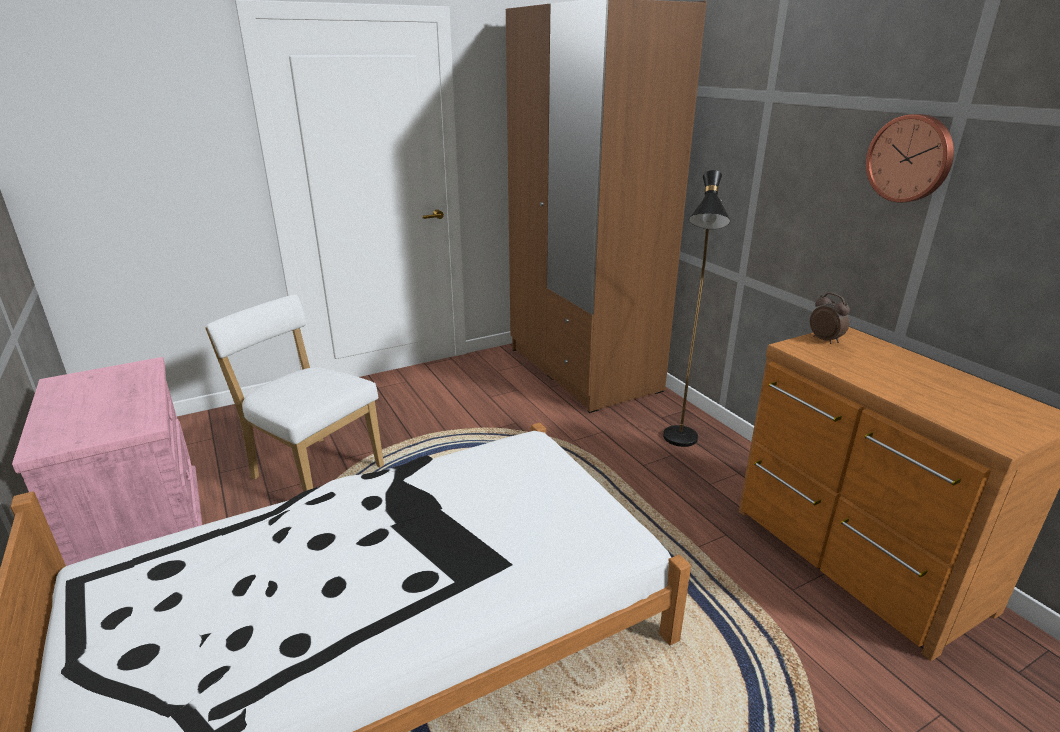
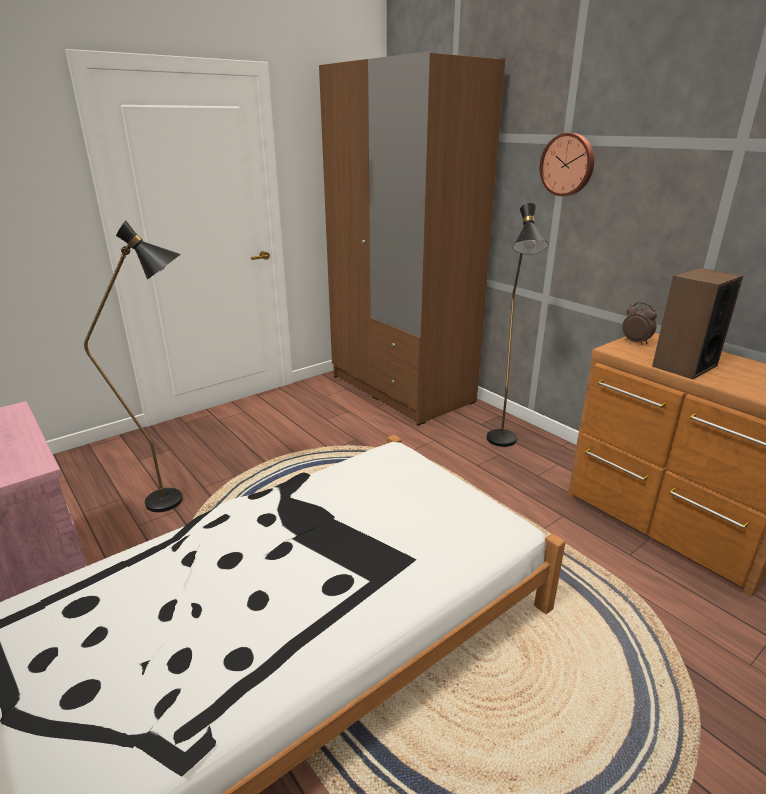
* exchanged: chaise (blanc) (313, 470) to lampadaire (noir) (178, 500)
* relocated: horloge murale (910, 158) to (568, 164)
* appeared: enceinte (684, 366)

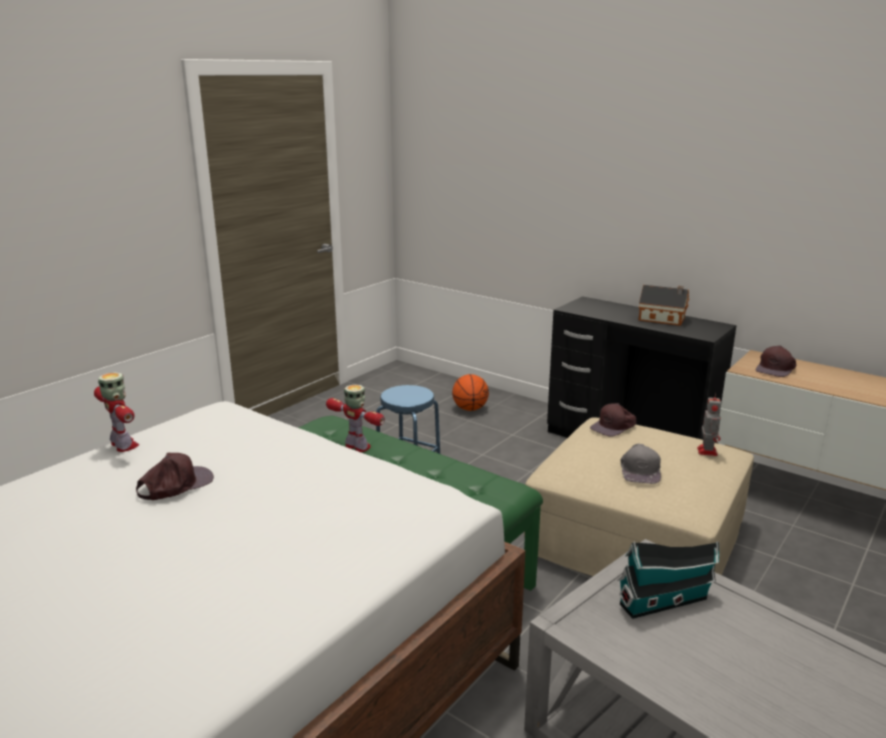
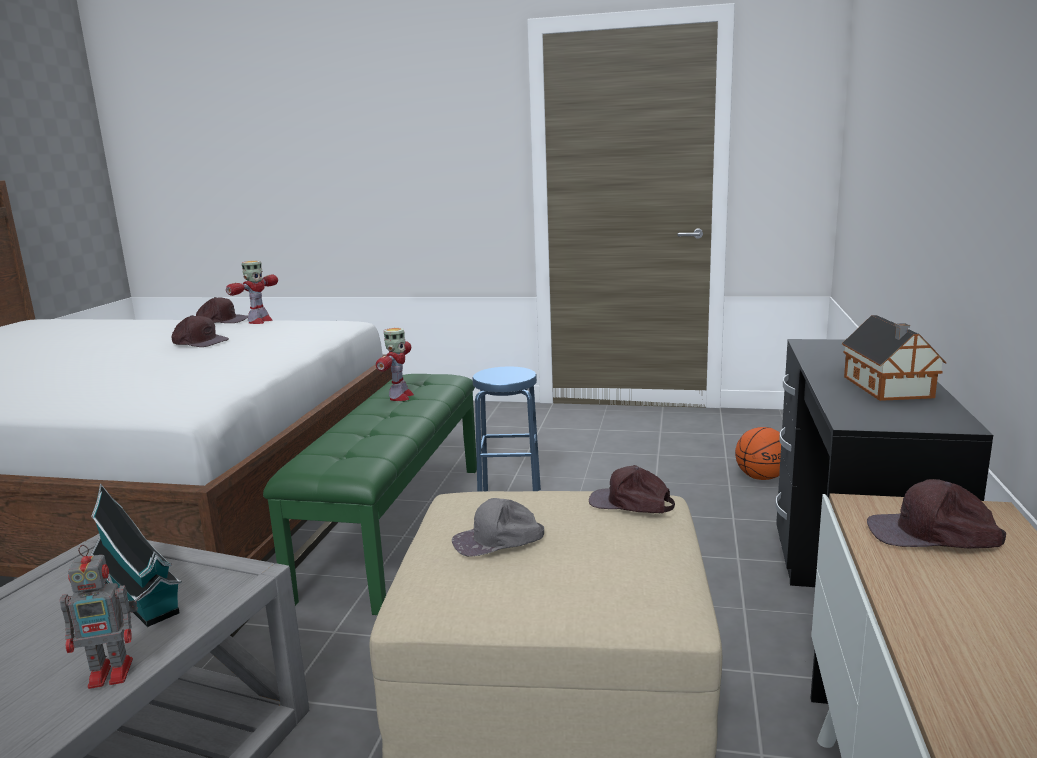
* relocated: robot jouet (707, 451) to (113, 672)
* appeared: casquette (marron) (222, 320)

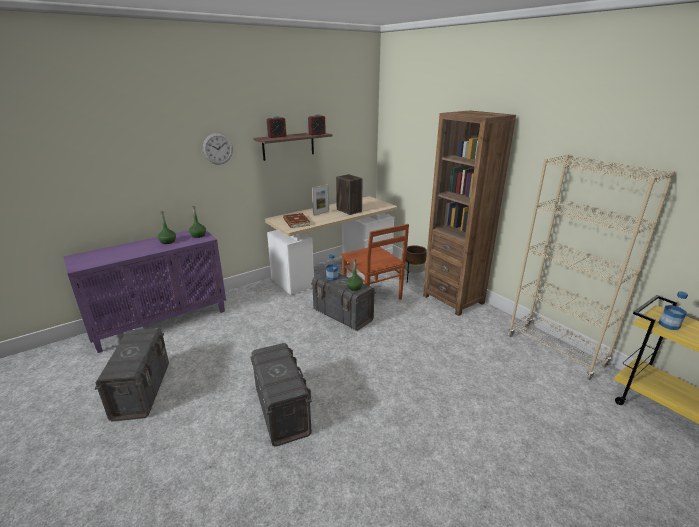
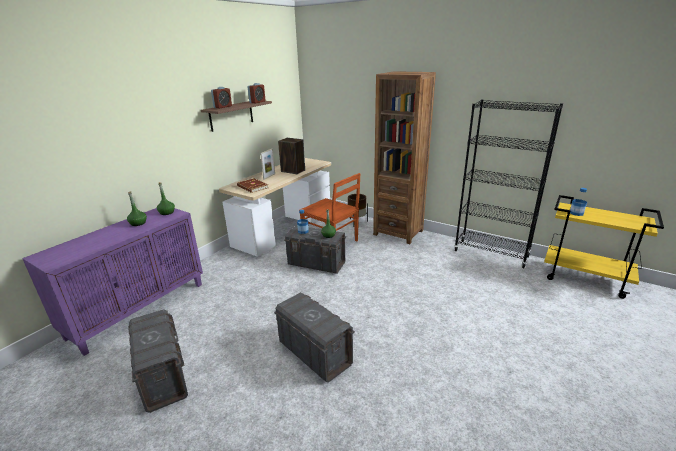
* missing: horloge murale (218, 149)
* colour: bibliothèque (beige) (555, 350) to bibliothèque (noir) (491, 254)

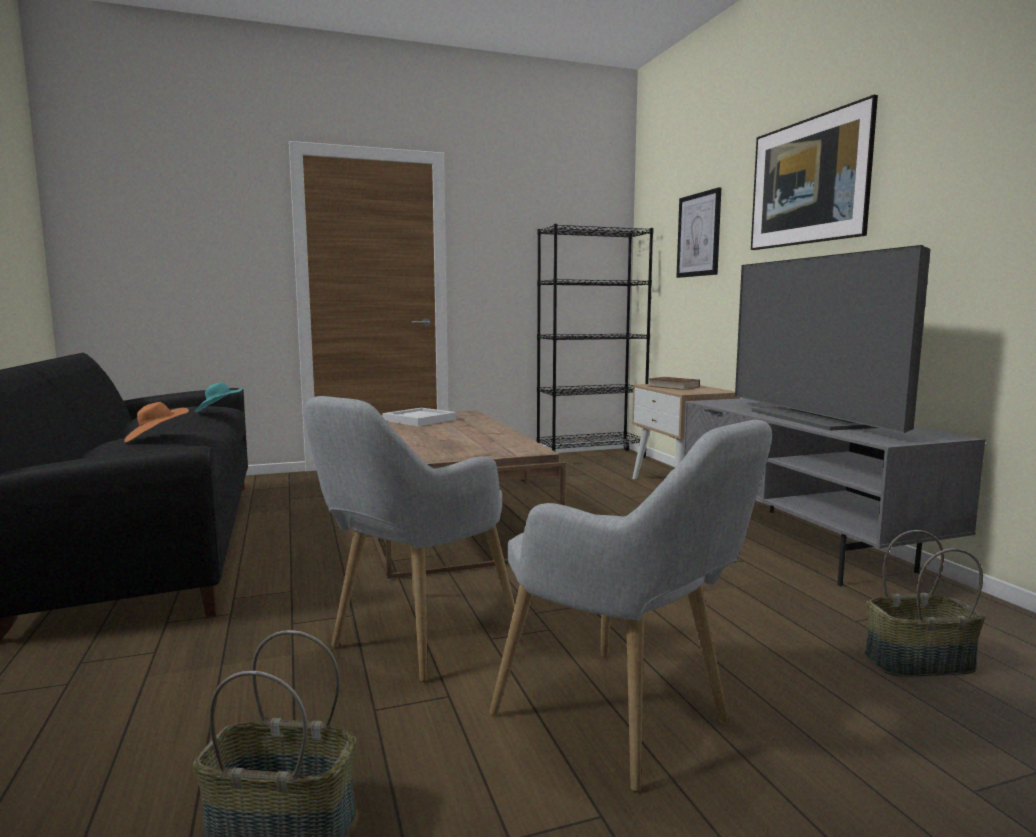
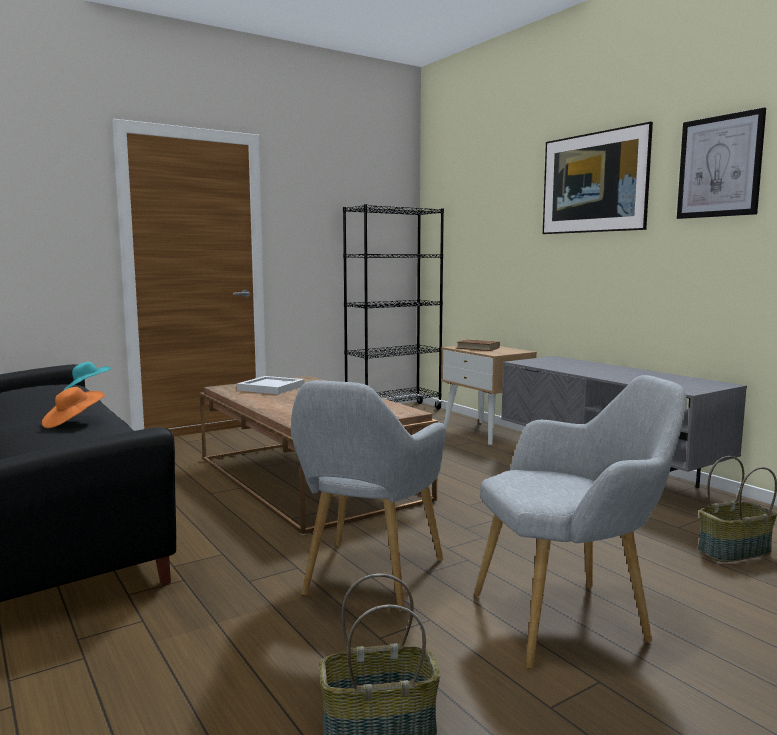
* spun: fauteuil (gris) (624, 723) = (572, 619) 45 degrees counterclockwise
* relocated: tableau (699, 235) to (719, 166)
* missing: téléviseur (813, 419)

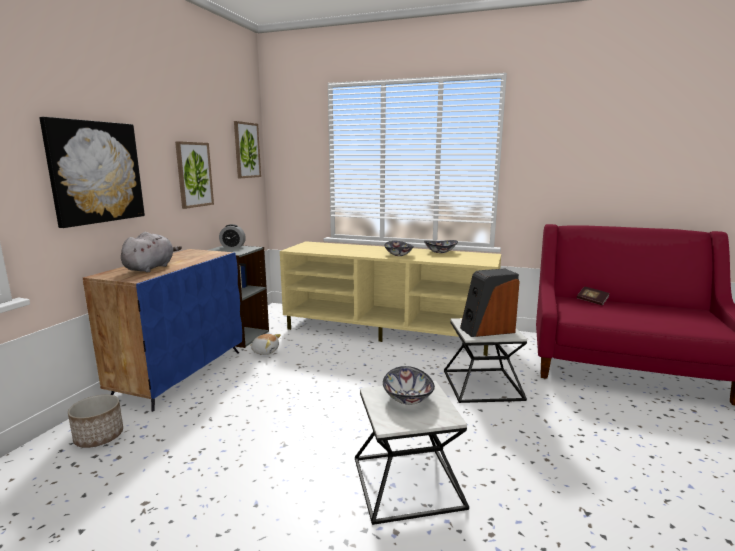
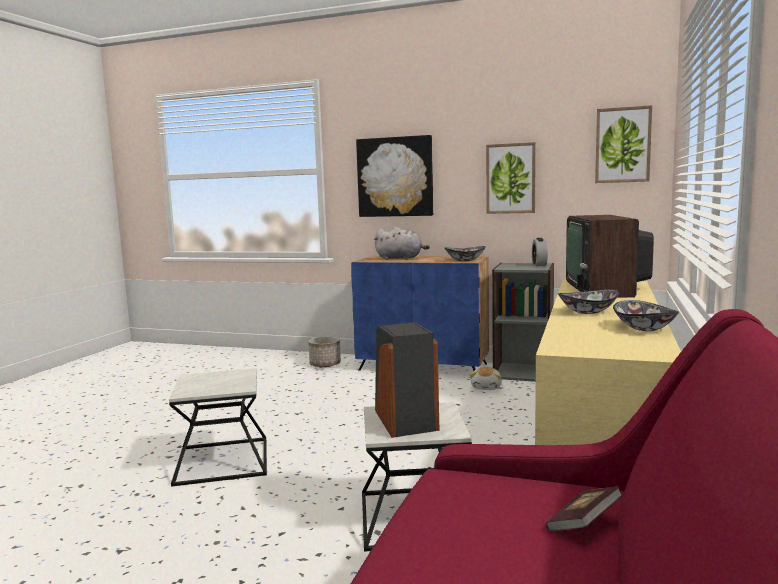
* relocated: bol (407, 398) to (465, 260)
* appeared: téléviseur (604, 288)

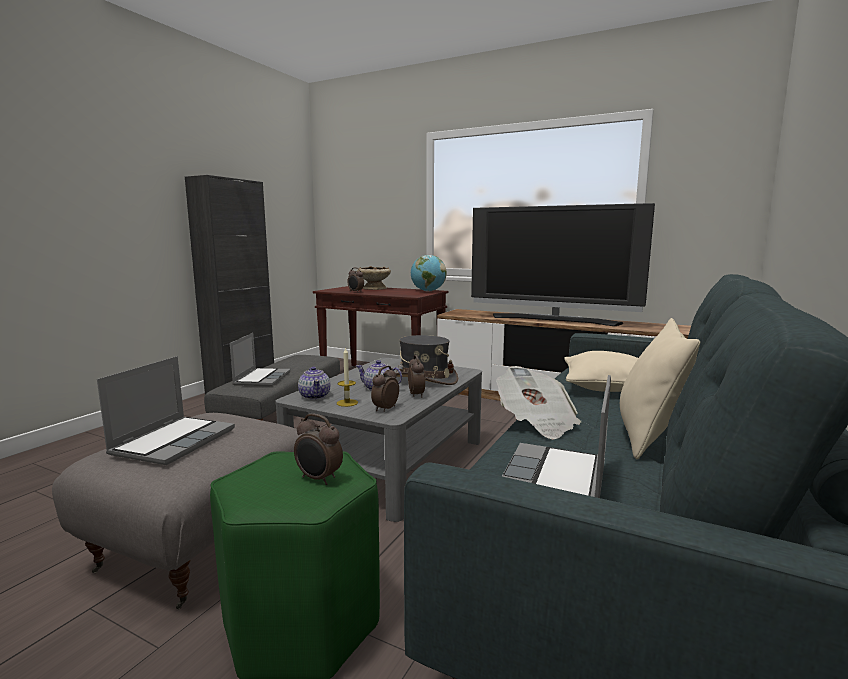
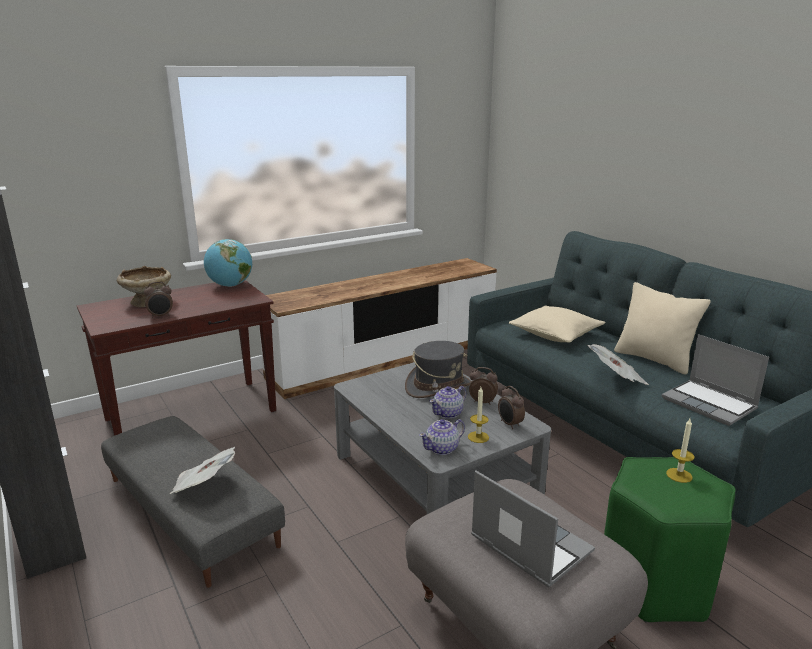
* exchanged: ordinateur portable (262, 378) to journal (204, 485)
* exchanged: réveil (318, 479) to bougie (679, 475)
* spun: théière (315, 396) = (442, 448) 135 degrees clockwise
* missing: téléviseur (554, 320)

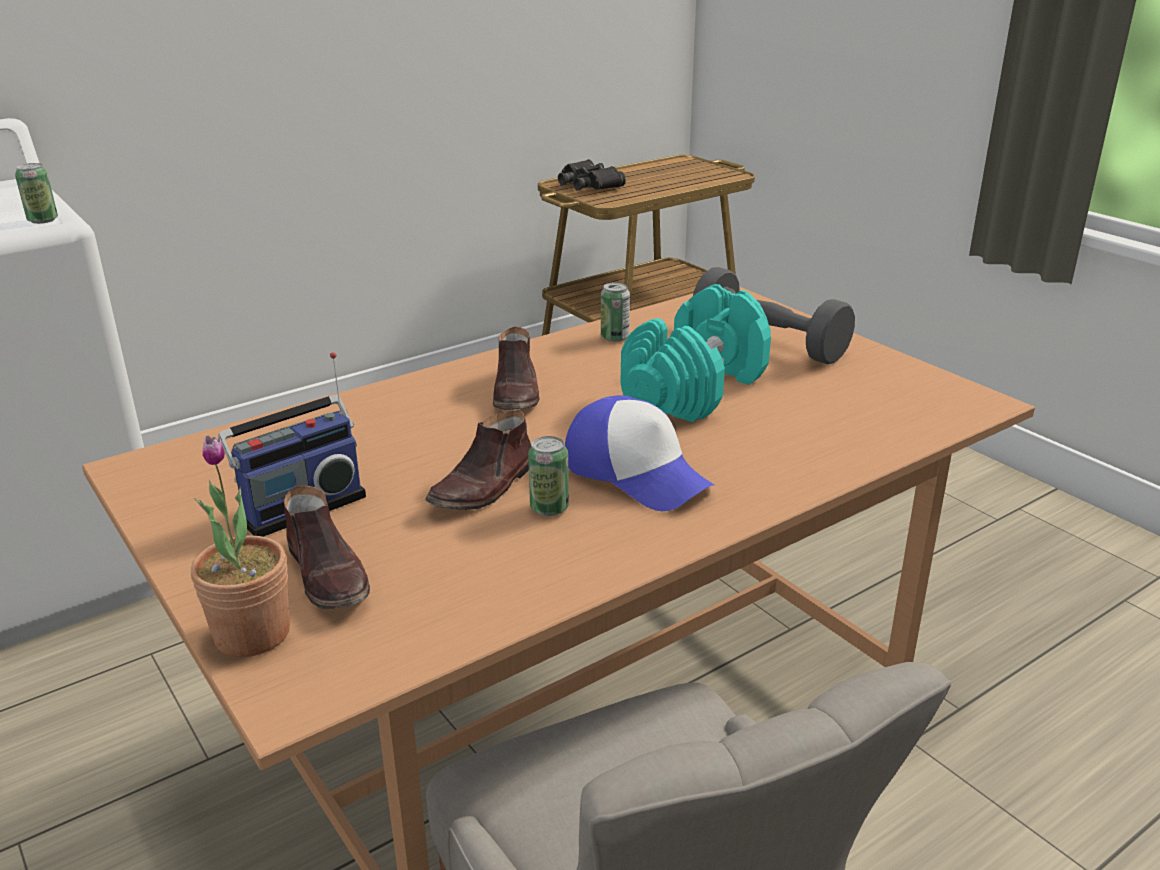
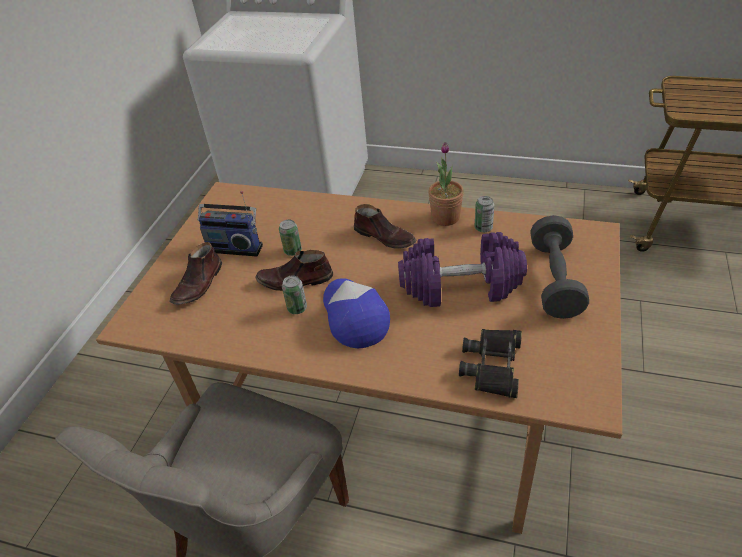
* relocated: boîte métallique (43, 220) to (293, 251)
* relocated: plante en pot (252, 634) to (445, 217)
* spun: chaussure (marron) (516, 393) = (385, 237) 105 degrees counterclockwise
* relocated: jumelles (noir) (589, 184) to (493, 366)
* spun: casquette (637, 473) = (354, 316) 150 degrees clockwise
* colour: haltère (turquoise) (696, 389) to haltère (violet) (460, 287)

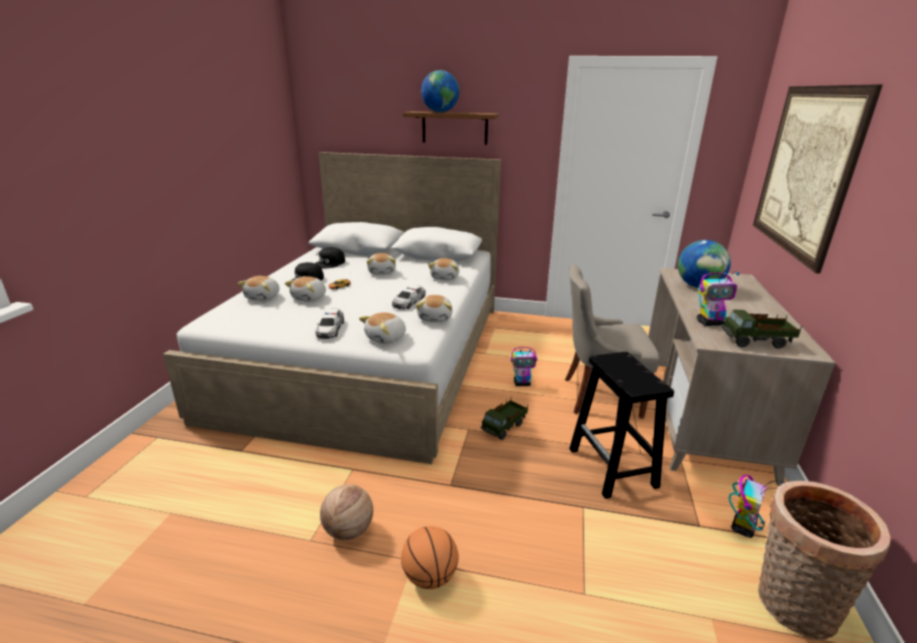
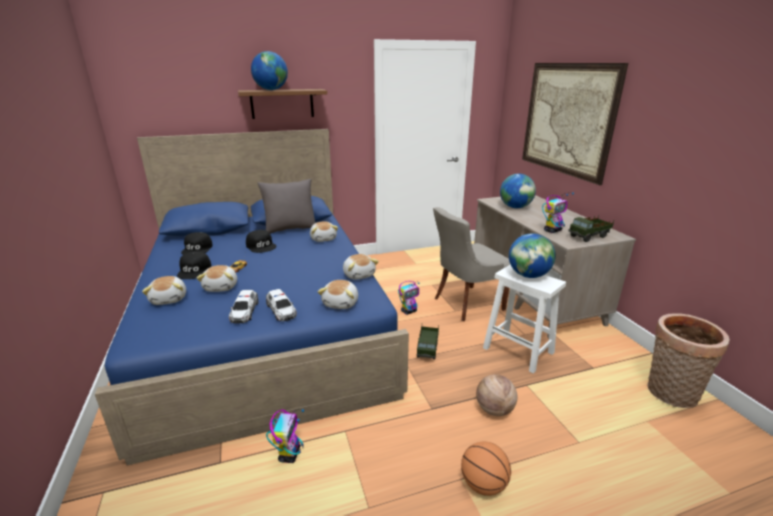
* colour: lit (blanc) (371, 356) to lit (bleu) (266, 327)
* relocated: ballon de basket (349, 530) to (494, 410)
* exchanged: peluche (382, 272) to casquette (noir) (261, 246)
* relocated: petite voiture (409, 302) to (244, 311)
* colour: tabouret (noir) (613, 468) to tabouret (blanc) (519, 351)
* relocated: robot jouet (743, 527) to (289, 454)
* appeared: coussin (gris) (290, 229)
* appeared: globe (528, 275)

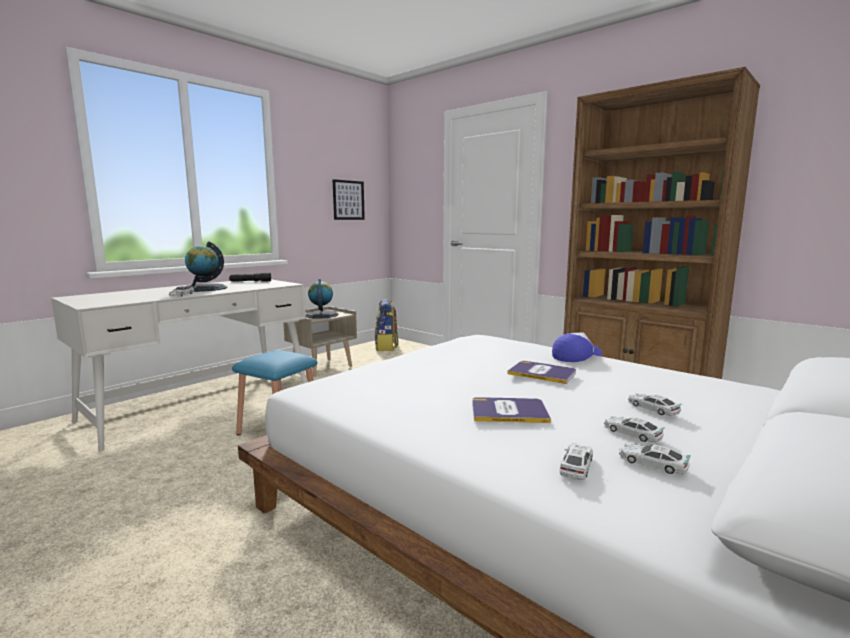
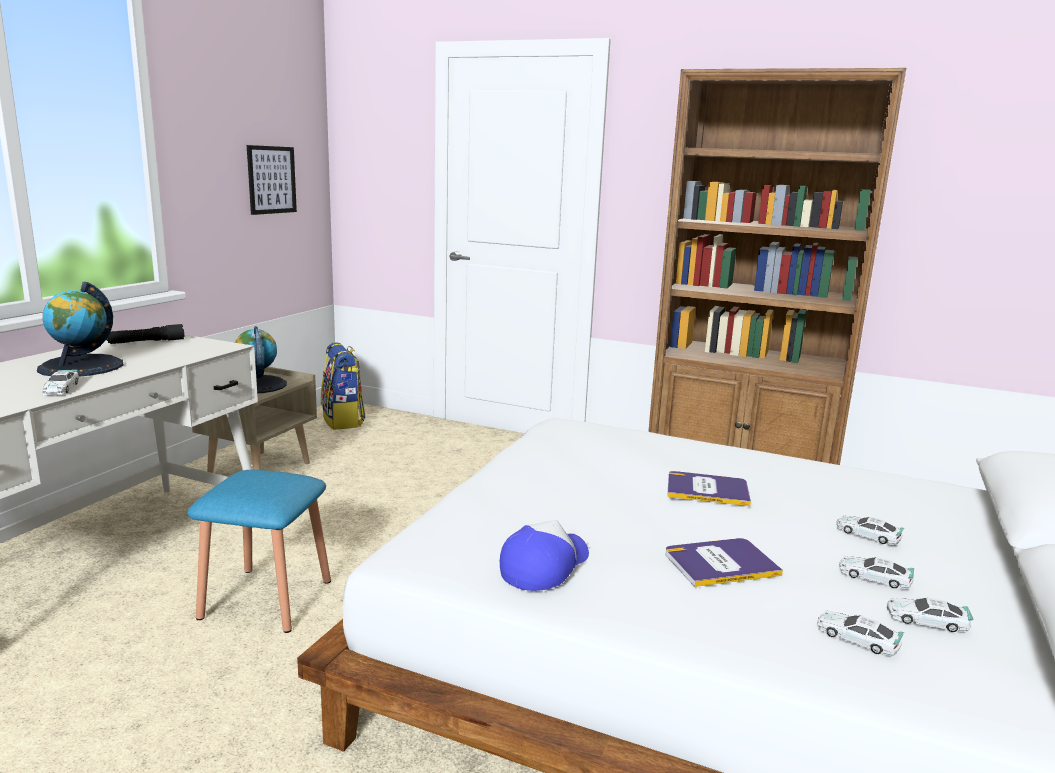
* relocated: casquette (576, 356) to (544, 565)
* spun: petite voiture (576, 466) = (857, 638) 60 degrees counterclockwise

